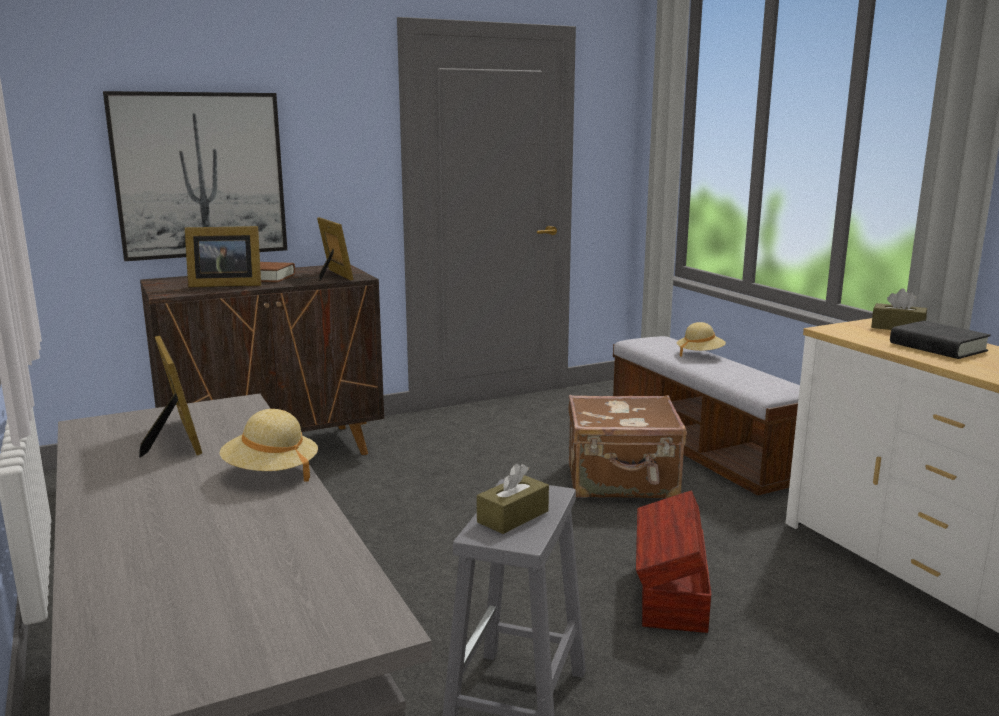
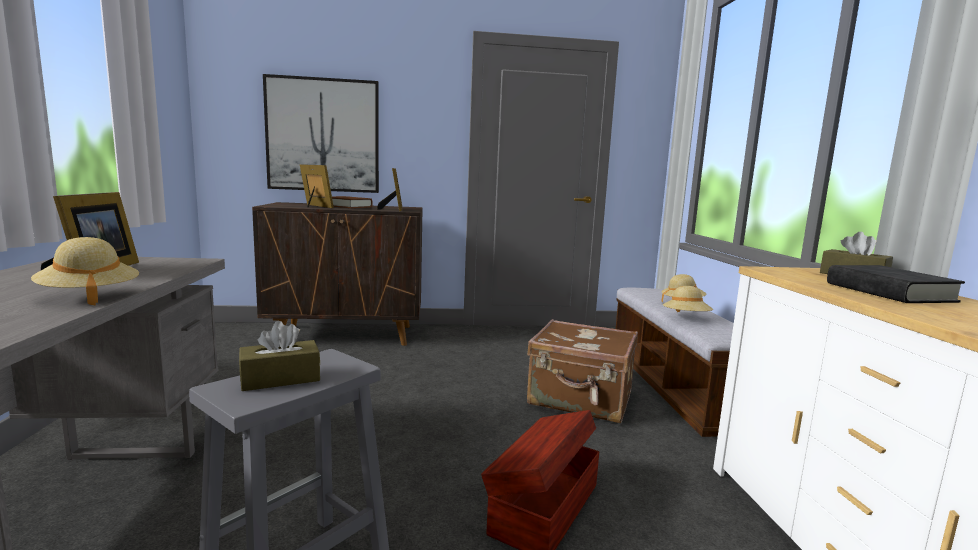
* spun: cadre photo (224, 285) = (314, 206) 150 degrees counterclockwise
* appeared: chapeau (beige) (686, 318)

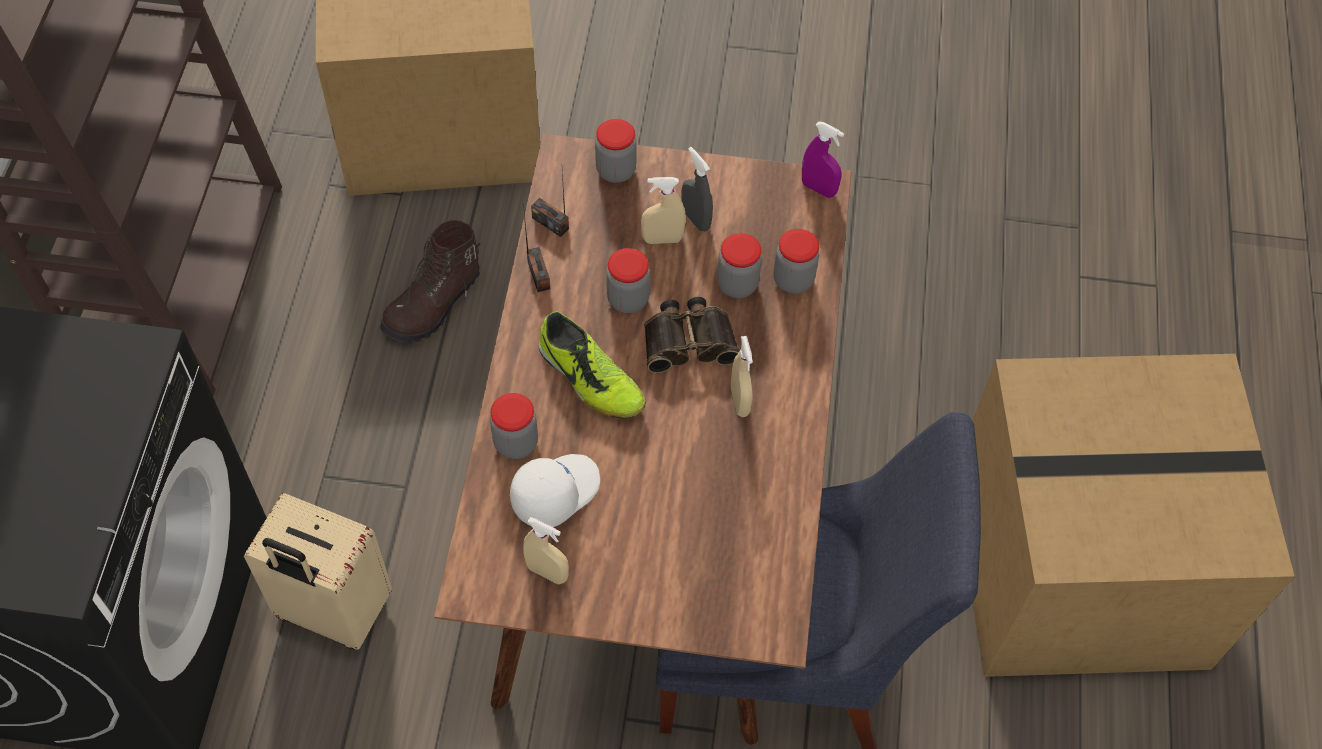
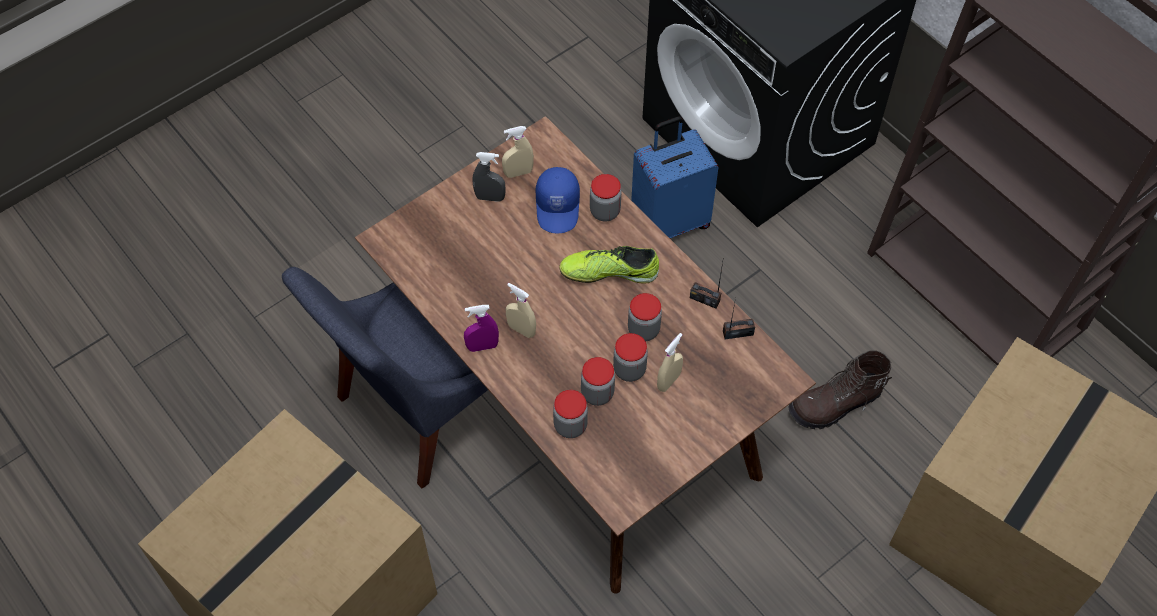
* colour: valise (beige) (332, 611) to valise (bleu) (670, 221)
* spun: botte (marron) (434, 305) = (835, 405) 105 degrees counterclockwise
* colour: casquette (blanc) (554, 492) to casquette (bleu) (558, 207)
* relocated: bocal (616, 170) to (629, 370)
* missing: jumelles (689, 340)
* relocated: vaporisateur (gris) (695, 219) to (490, 197)
* relocated: vaporisateur (violet) (818, 188) to (482, 346)

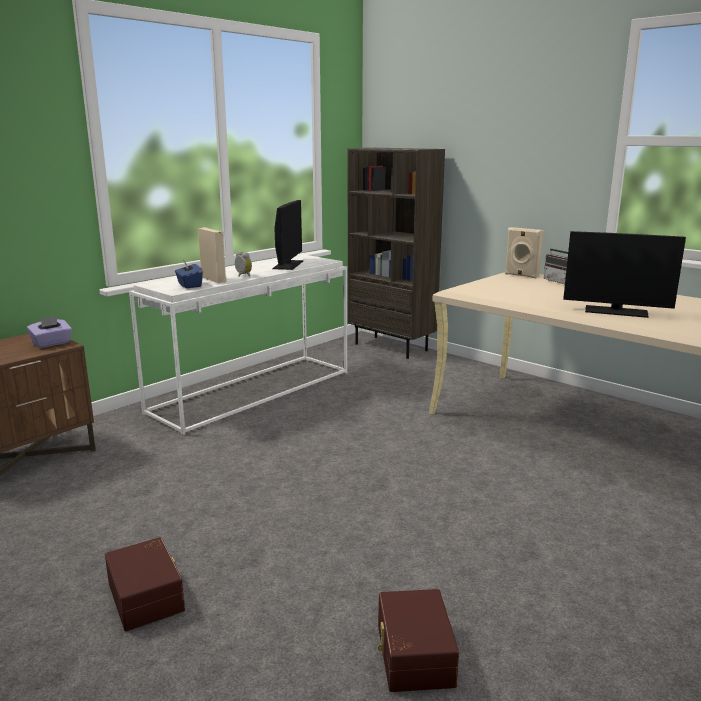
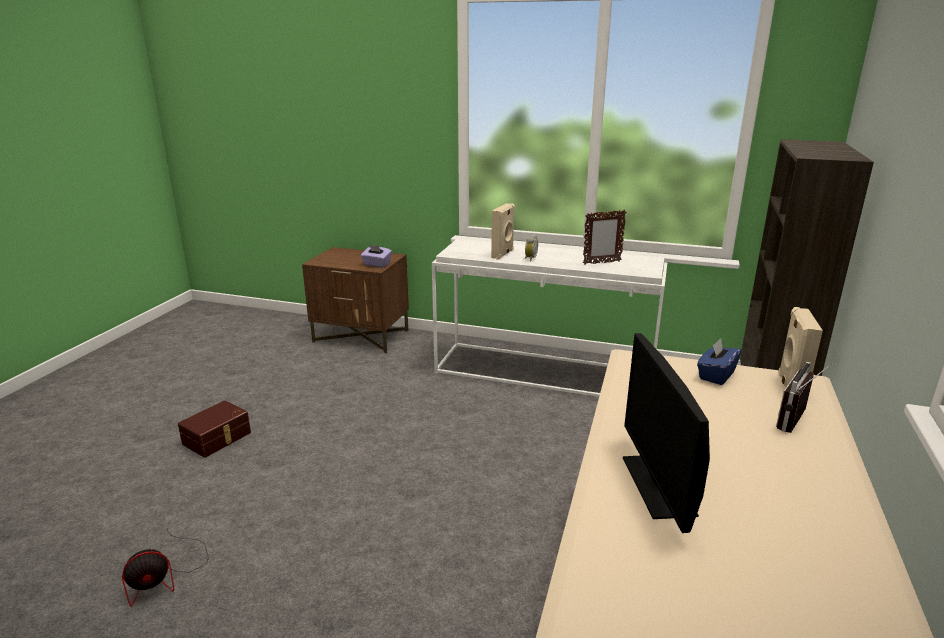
* relocated: boîte à mouchoirs (bleu) (189, 285) to (716, 375)
* exchanged: écran d'ordinateur (288, 265) to cadre photo (601, 263)
* exchanged: boîte de rangement (marron) (412, 654) to ventilateur (165, 575)

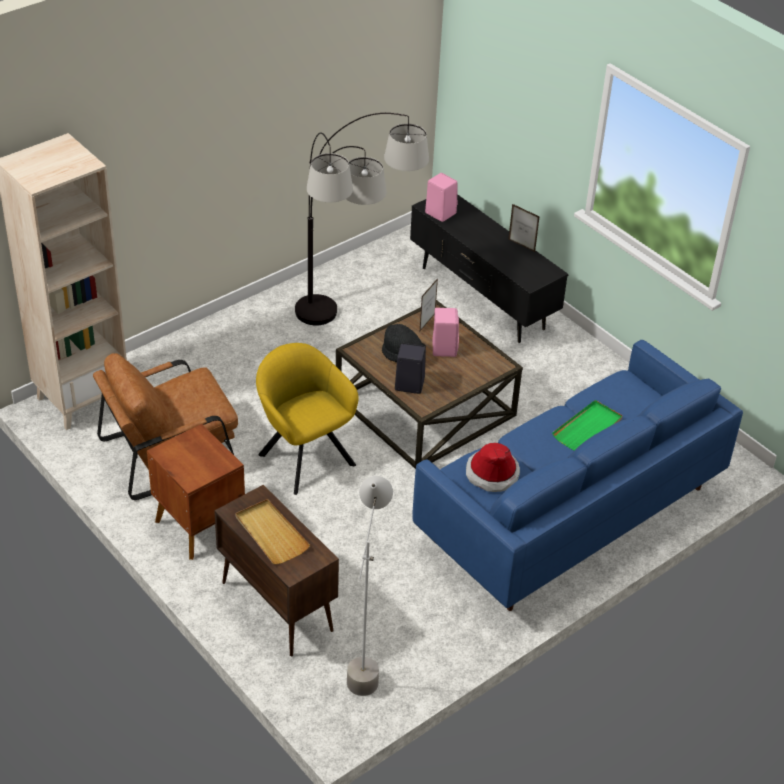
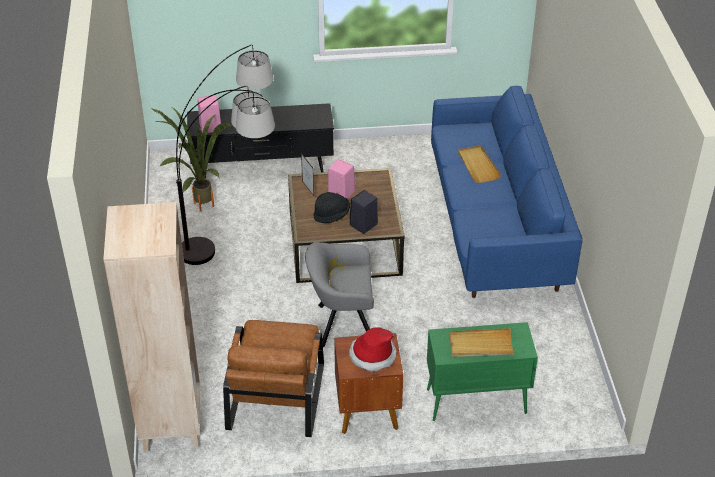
* colour: meuble de rangement (marron) (276, 606) to meuble de rangement (vert) (475, 401)
* colour: fauteuil (jaune) (304, 456) to fauteuil (gris) (342, 324)
* missing: lampadaire (gris) (365, 661)
* relocated: chapeau (492, 474) to (372, 355)
* missing: cadre photo (521, 245)
* colour: plateau (vert) (588, 429) to plateau (beige) (477, 165)
* appeared: plante en pot (197, 205)

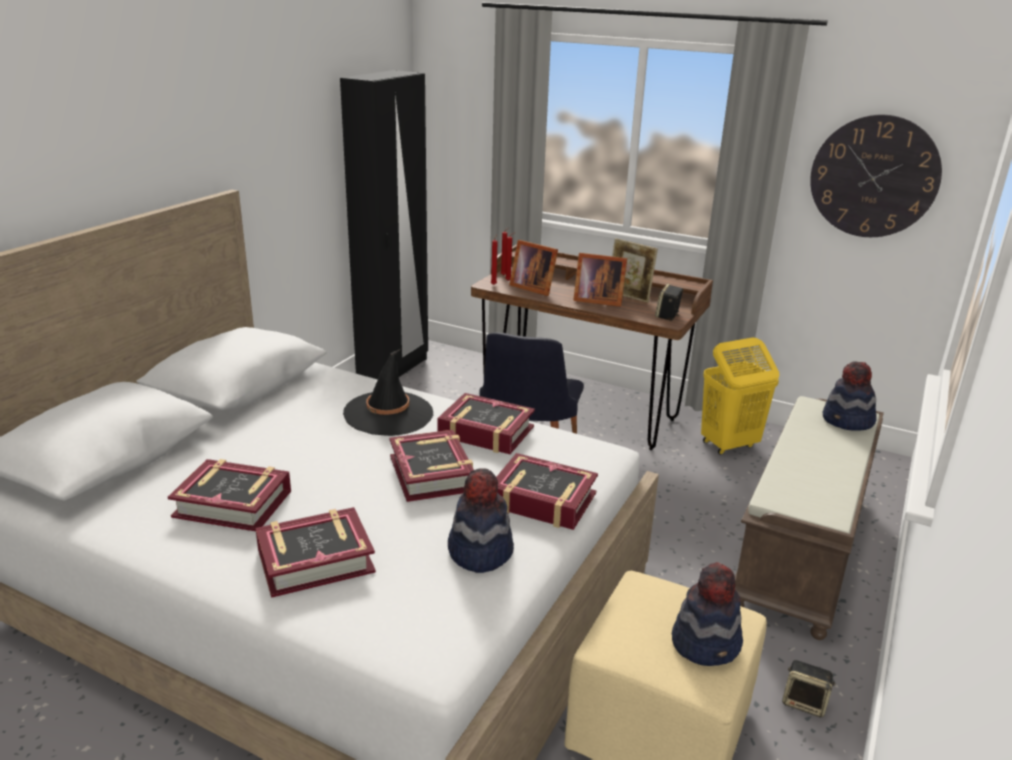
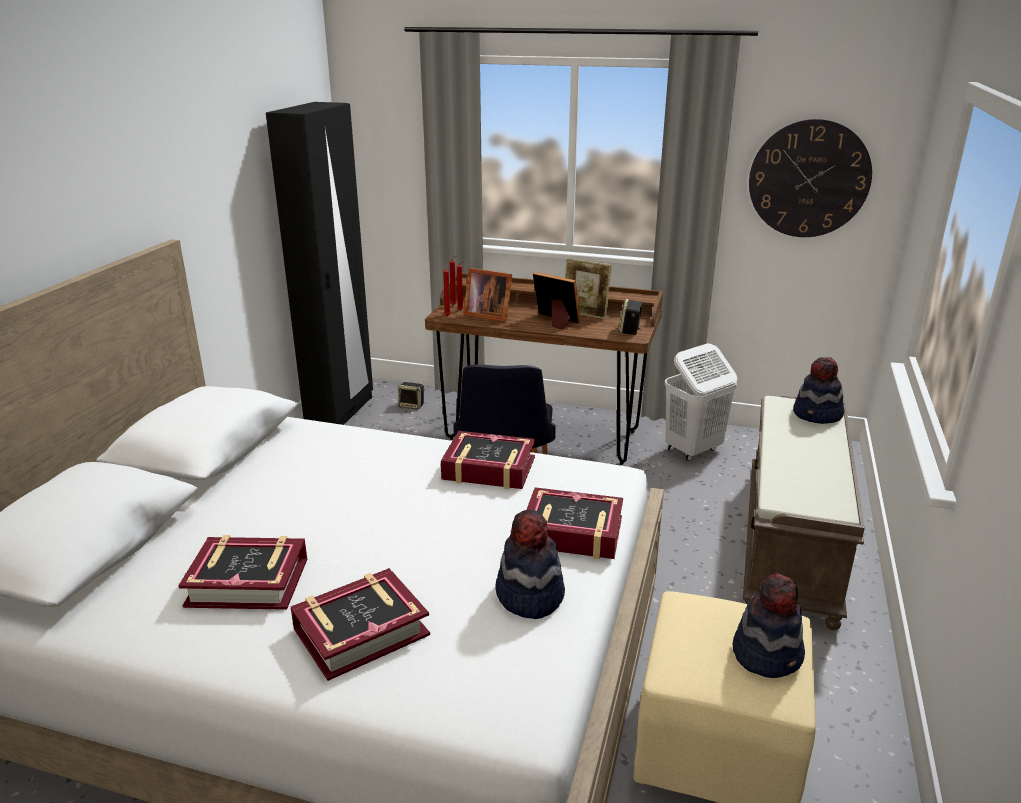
* missing: chapeau (noir) (388, 414)
* missing: livre (432, 474)
* spun: cadre photo (596, 300) = (555, 321) 150 degrees counterclockwise
* colour: panier à linge (jaune) (728, 445) to panier à linge (blanc) (692, 450)
* relocated: enceinte (804, 703) to (412, 405)

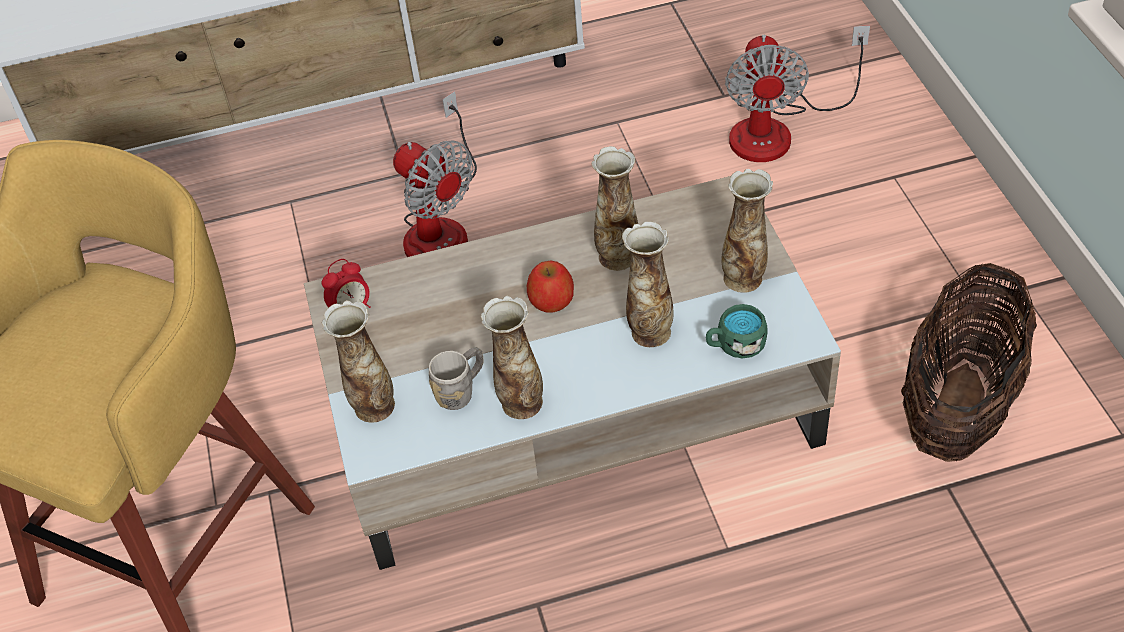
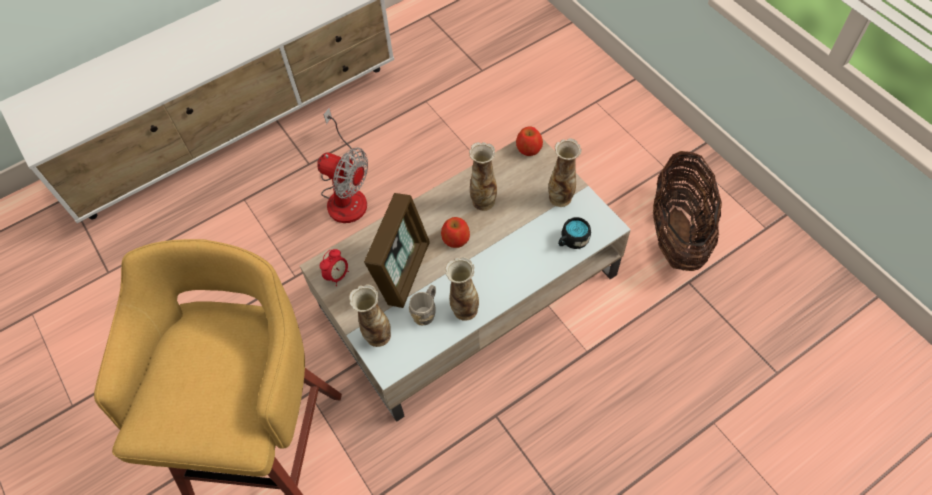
* missing: vase (650, 331)
* colour: mug (vert) (735, 345) to mug (noir) (572, 240)
* missing: ventilateur (777, 130)
* appeared: cadre photo (403, 271)
* appeared: pomme (529, 148)

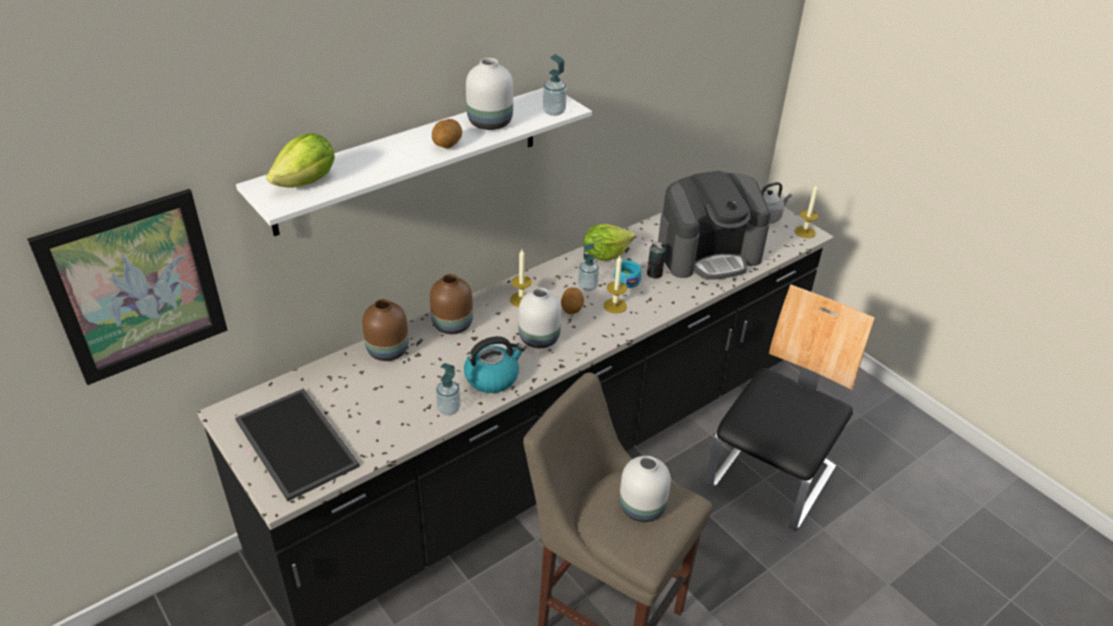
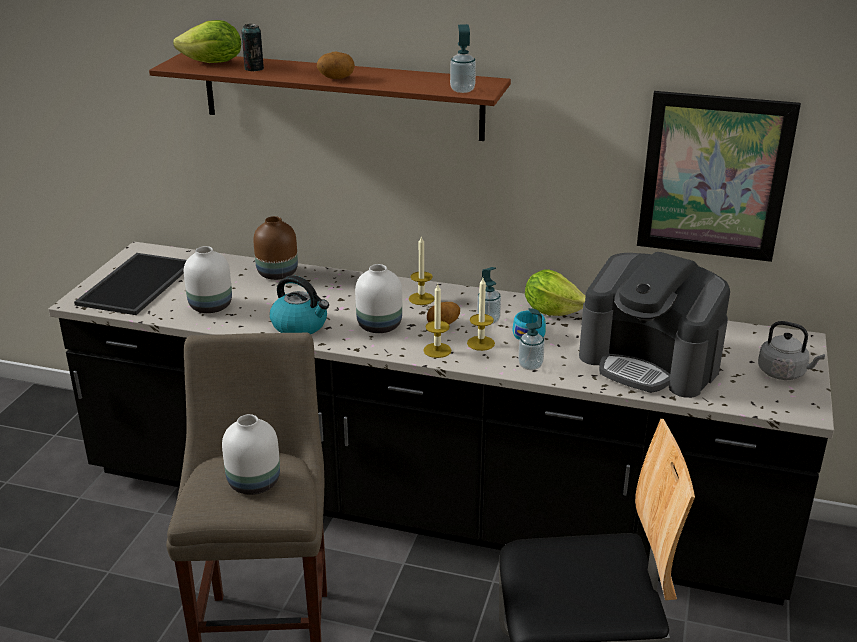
* relocated: tableau (136, 287) to (714, 177)
* colour: étagère (blanc) (410, 159) to étagère (marron) (341, 96)
* missing: vase (marron) (452, 324)
* relocated: distributeur de savon (449, 409) to (530, 365)
* relocated: vase (blanc) (488, 123) to (210, 306)
* relocated: boîte métallique (654, 274) to (254, 69)
* relocated: bougie (805, 232) to (437, 350)

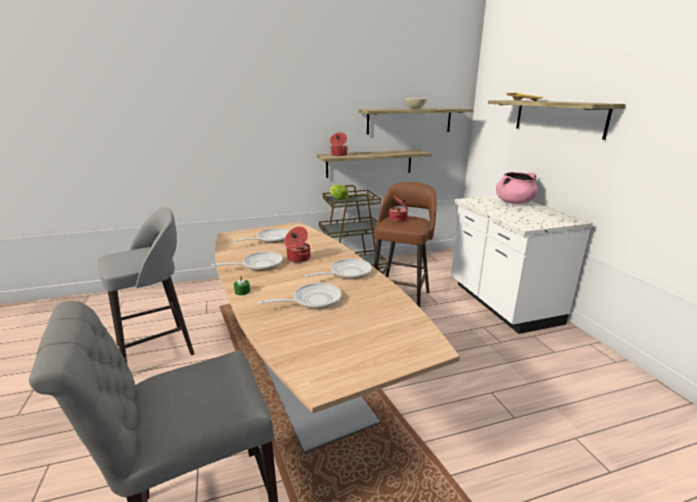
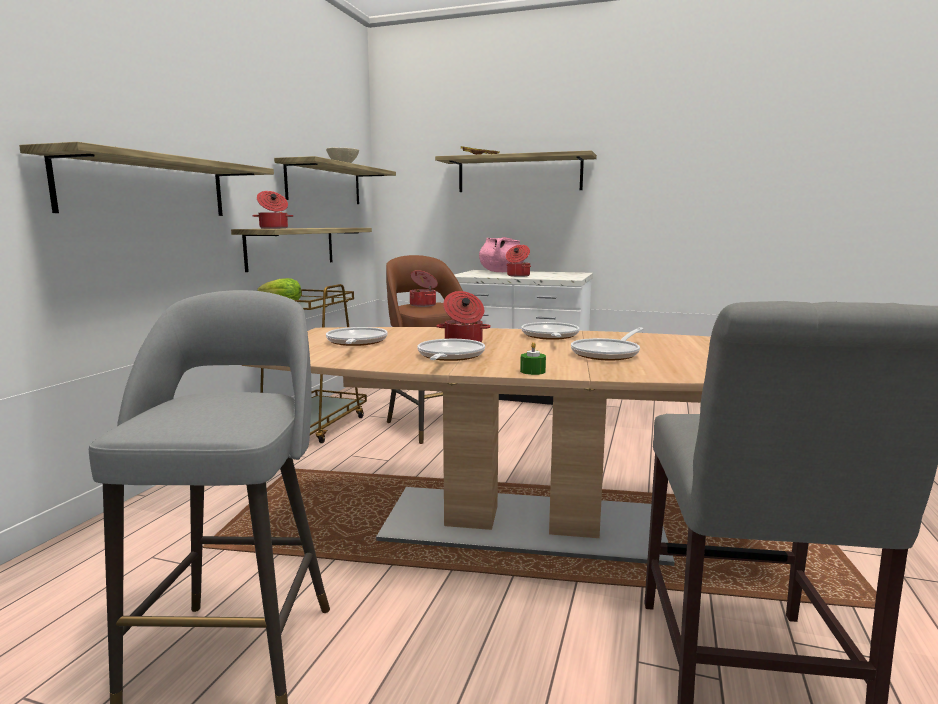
* spun: poêle (313, 300) = (608, 354) 150 degrees counterclockwise
* appeared: étagère (147, 187)
* appeared: marmite (517, 276)

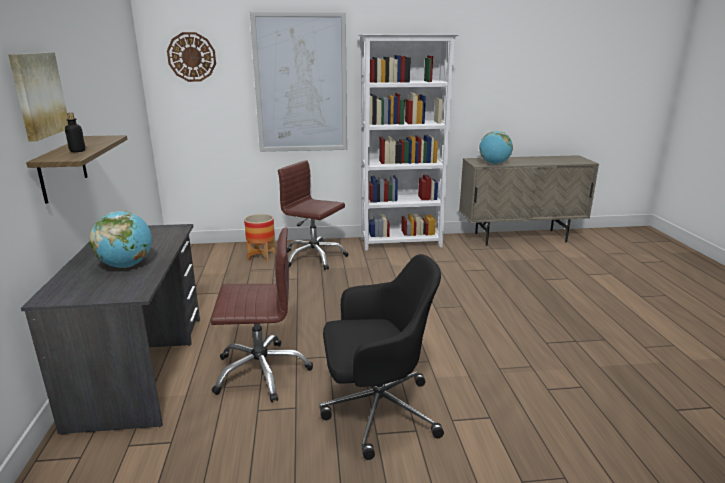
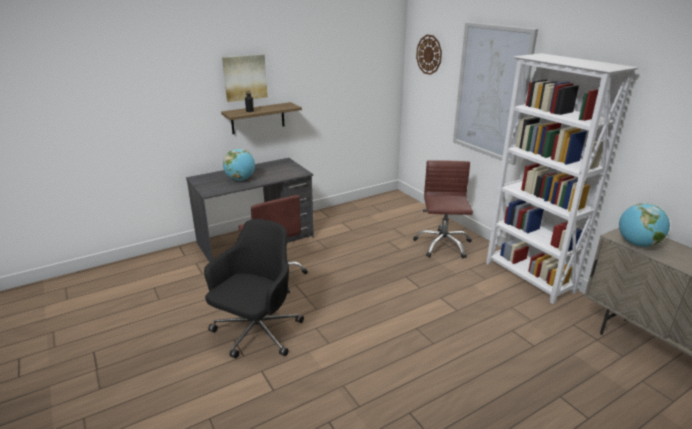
* missing: cache-pot (262, 257)
* spun: chaise de bureau (noir) (376, 411) = (256, 333) 120 degrees counterclockwise

